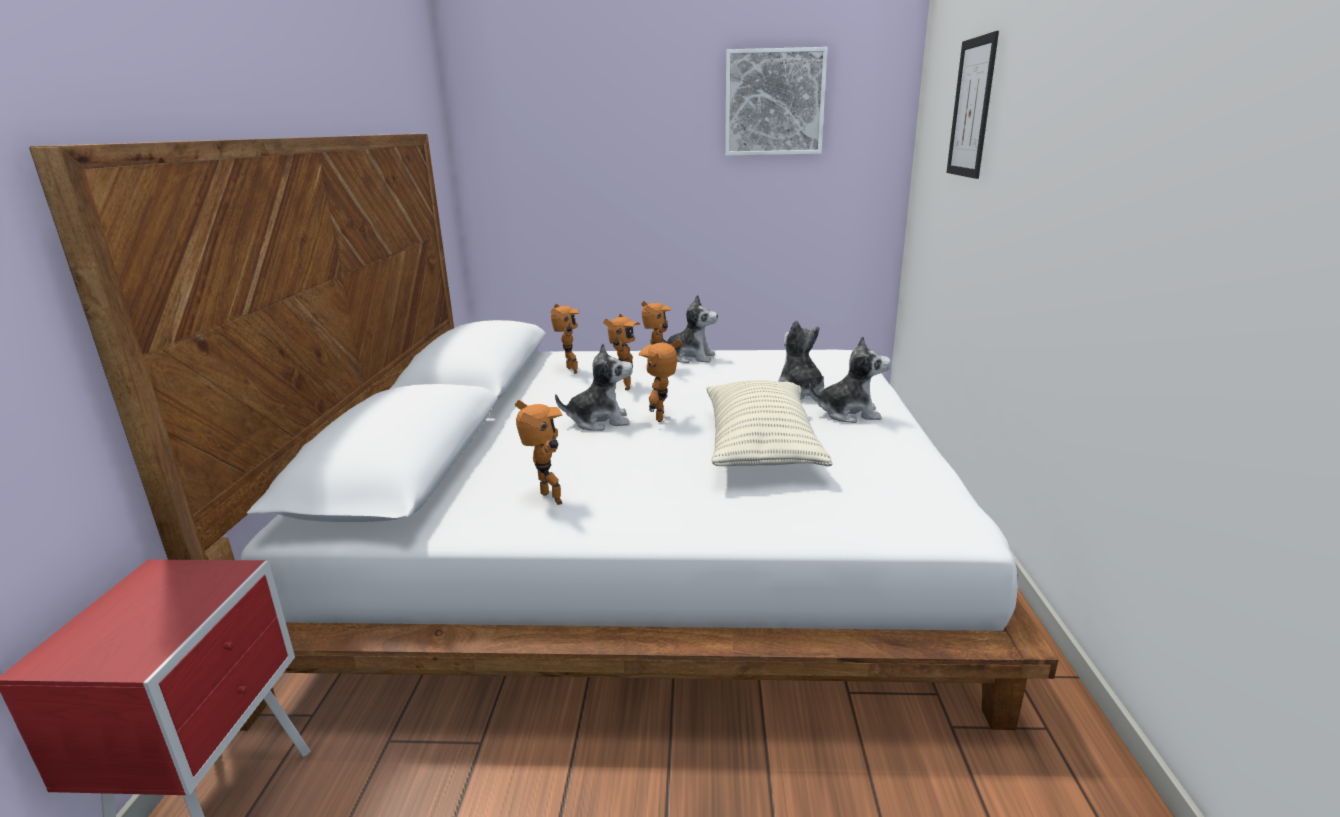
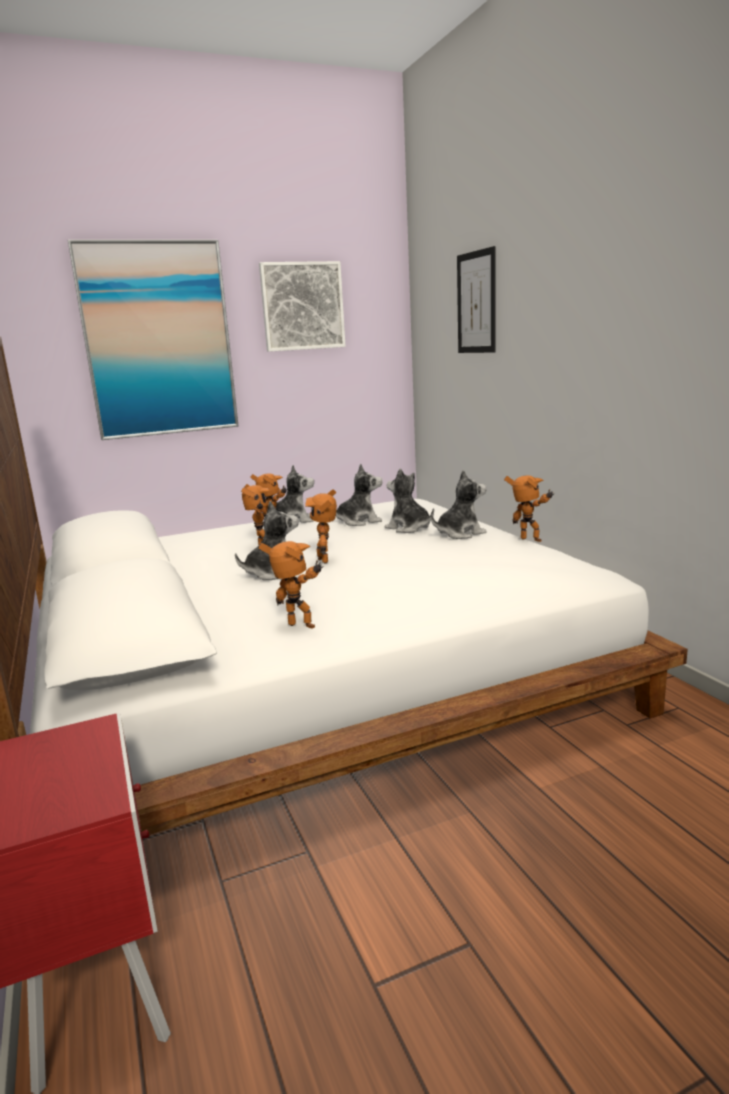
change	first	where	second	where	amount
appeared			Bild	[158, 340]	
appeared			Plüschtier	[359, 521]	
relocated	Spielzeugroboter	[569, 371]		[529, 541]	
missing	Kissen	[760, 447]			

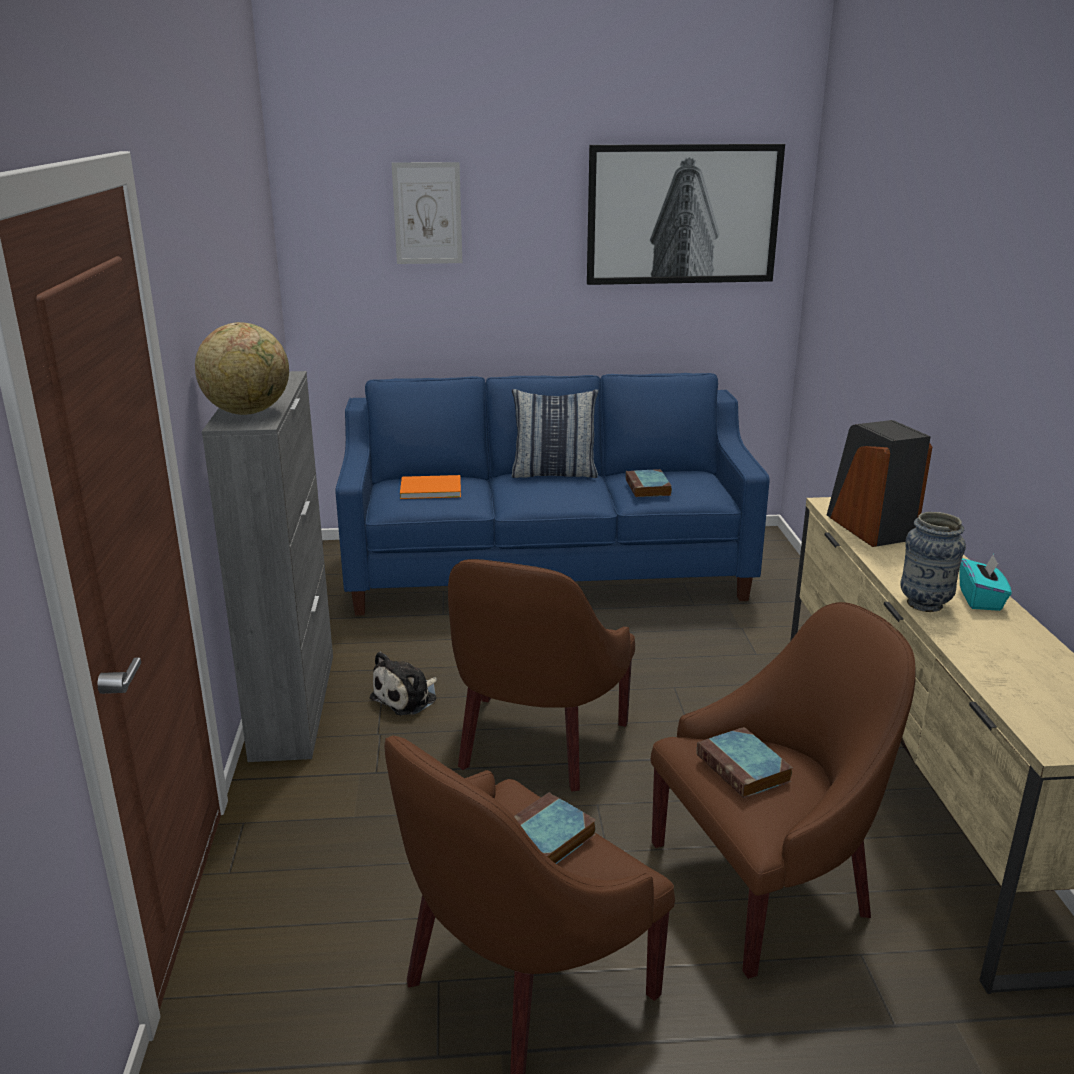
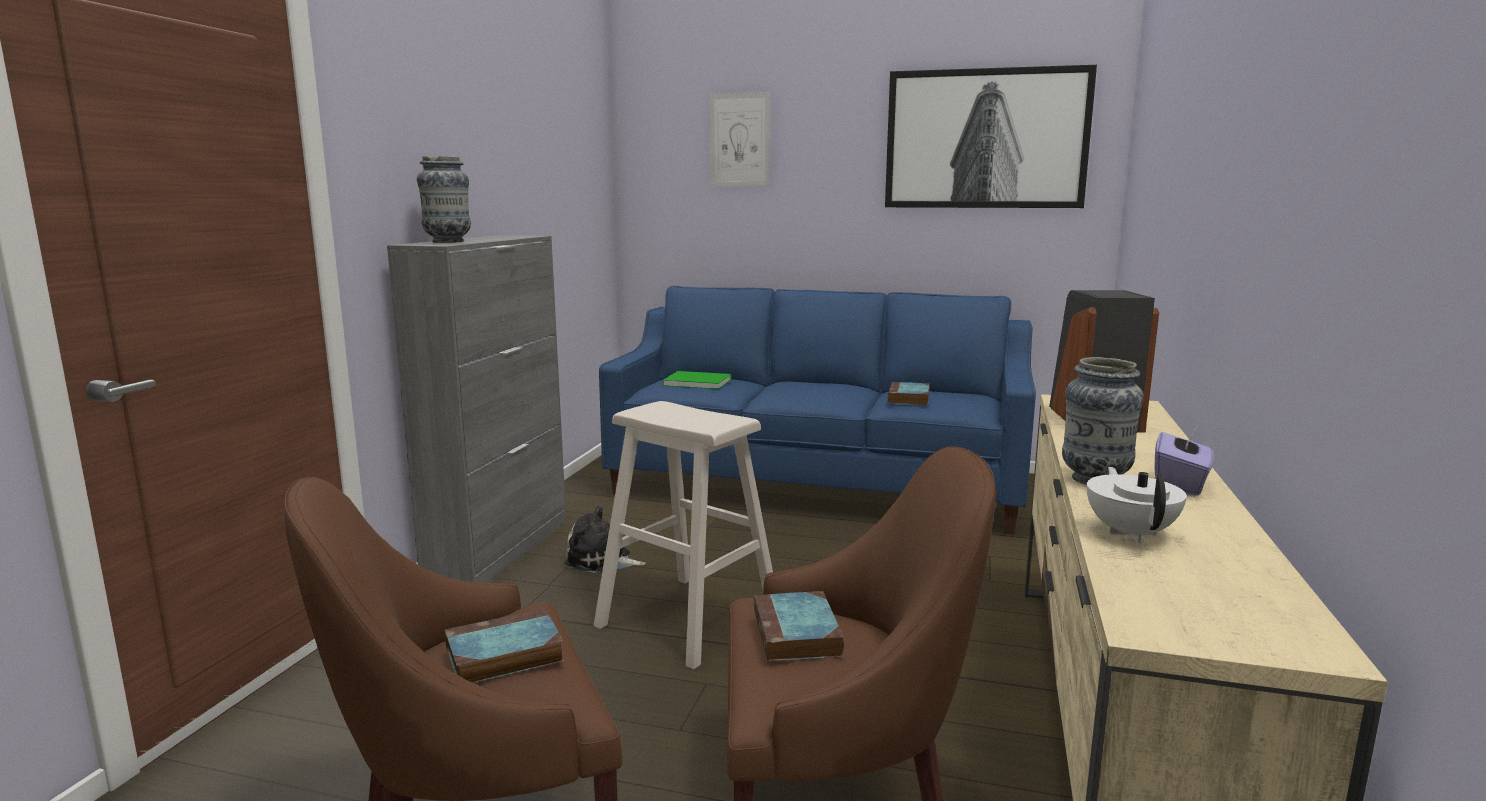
change	first	where	second	where	amount
exchanged	Globus	[248, 412]	Vase	[448, 242]	
spun	Plüschtier	[407, 697]		[601, 561]	45 degrees clockwise
exchanged	Sessel/braun	[535, 744]	Hocker/beige	[688, 619]	
colour	Buch/orange	[429, 489]	Buch/grün	[696, 382]	
appeared			Teekanne/weiß	[1131, 533]	
colour	Taschentuchbox/türkis	[981, 599]	Taschentuchbox/lila	[1180, 484]	
missing	Kissen	[554, 473]			

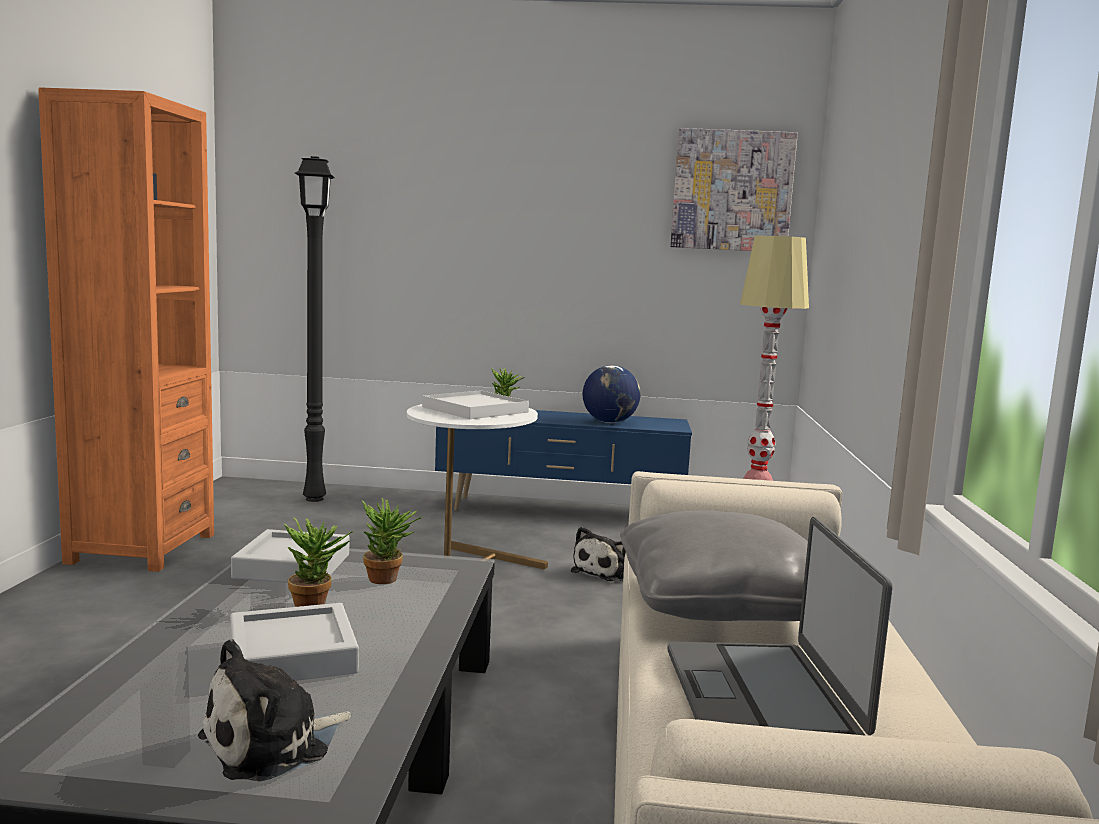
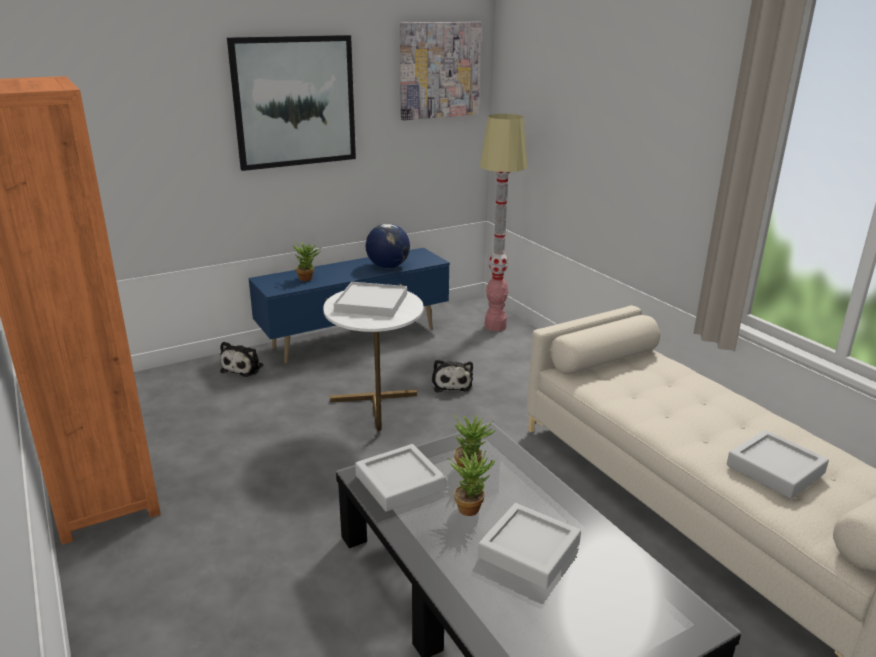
change	first	where	second	where	amount
relocated	Plüschtier	[272, 744]		[244, 368]	
appeared			Bild	[294, 102]	
exchanged	Laptop	[762, 697]	Tablett/grau	[775, 469]	
missing	Stehlampe/schwarz	[312, 499]			
missing	Kissen/grau	[721, 604]			

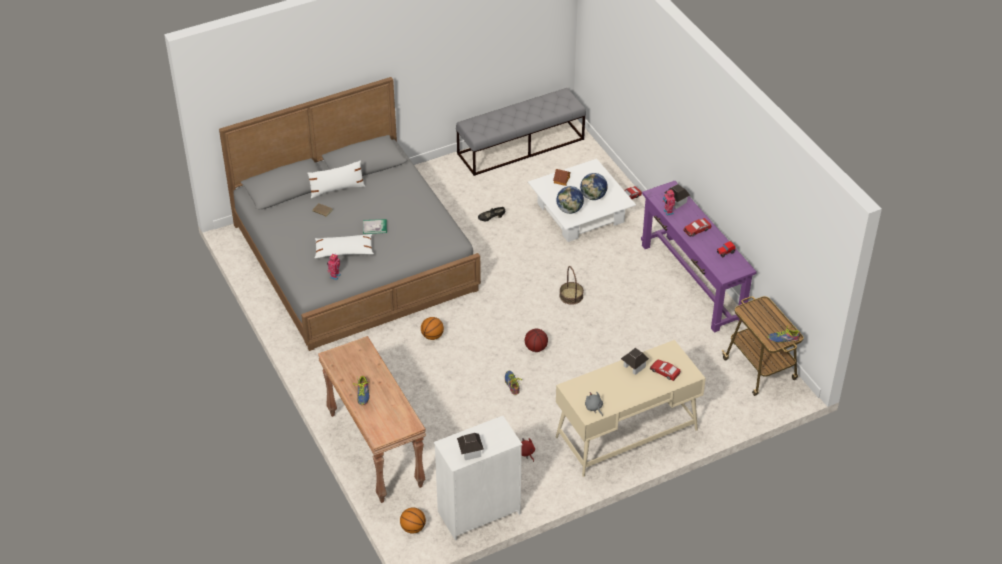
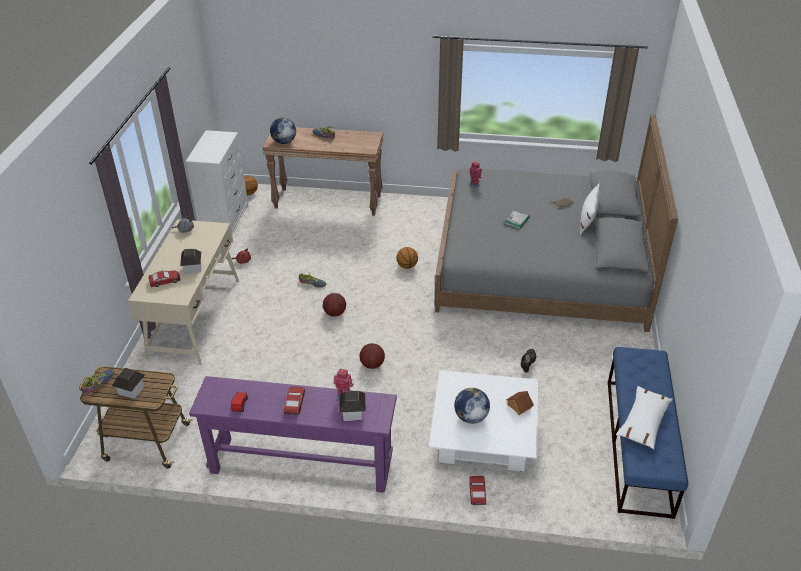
change	first	where	second	where	amount
relocated	Spielzeughaus	[470, 452]		[131, 390]	
relocated	Globus	[569, 210]		[284, 142]	
exchanged	Korb	[571, 296]	Basketball	[372, 365]	
colour	Bank/grau	[521, 146]	Bank/blau	[638, 445]	
relocated	Kissen/weiß	[344, 251]		[643, 422]	

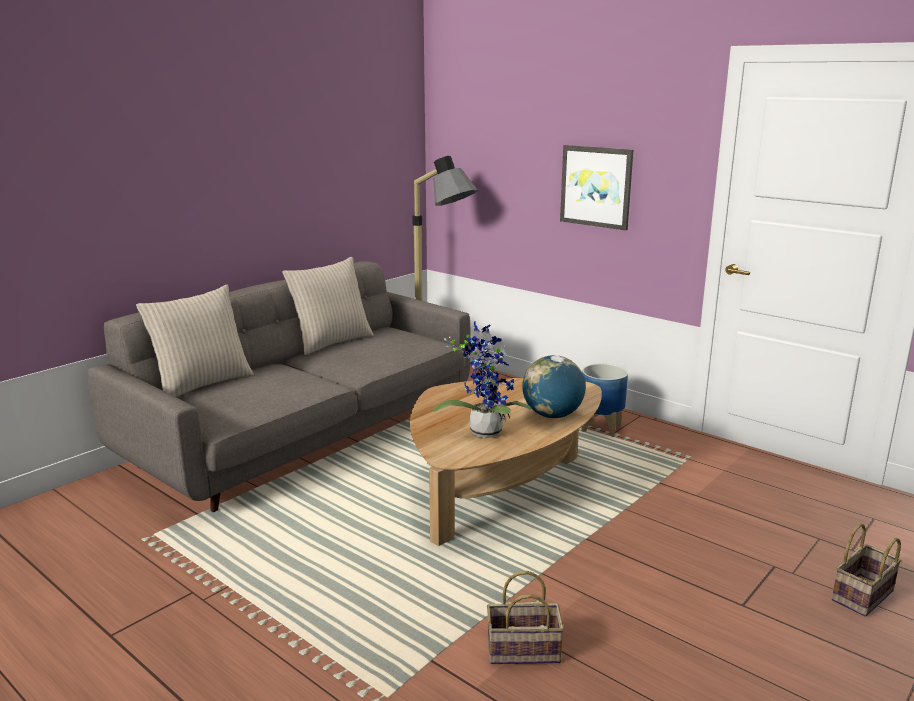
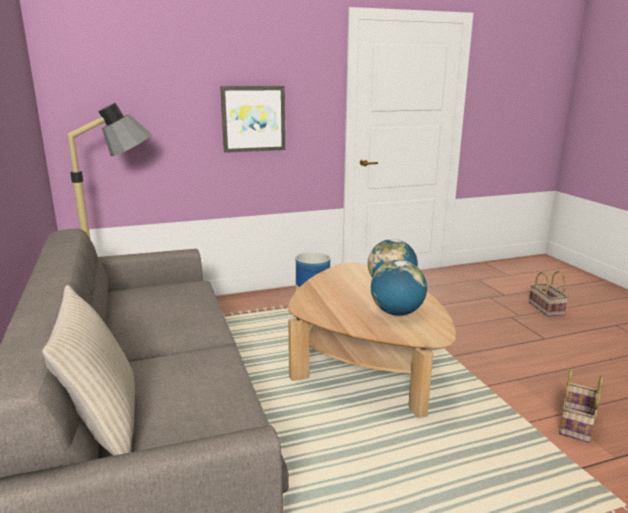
change	first	where	second	where	amount
exchanged	Topfpflanze	[484, 430]	Globus	[396, 312]	
missing	Kissen/beige	[331, 342]			

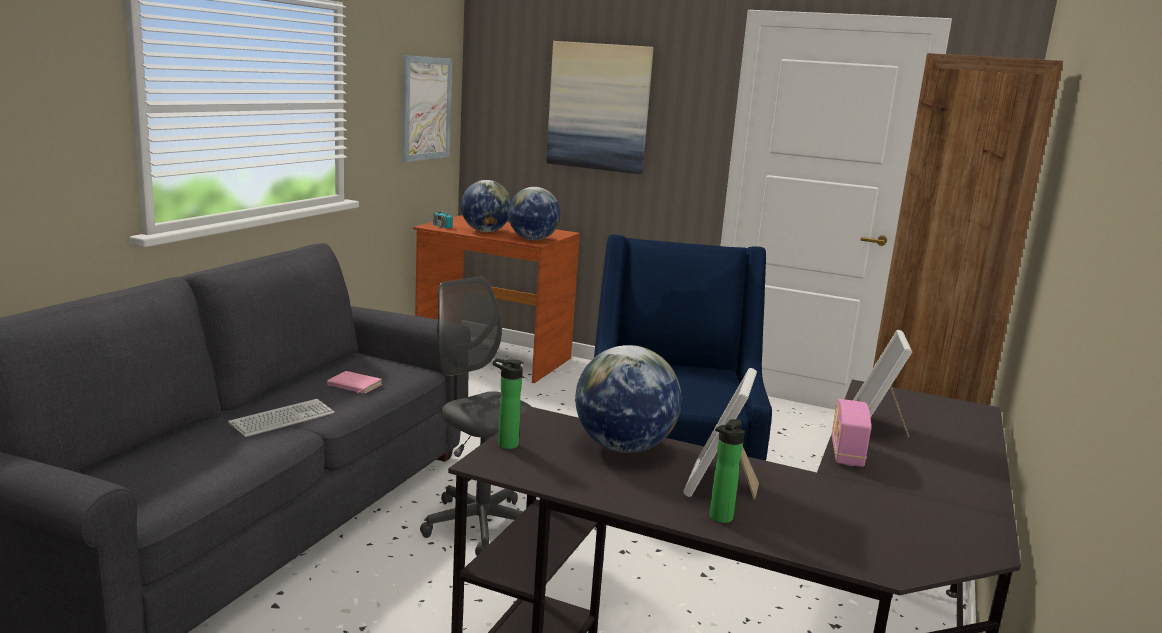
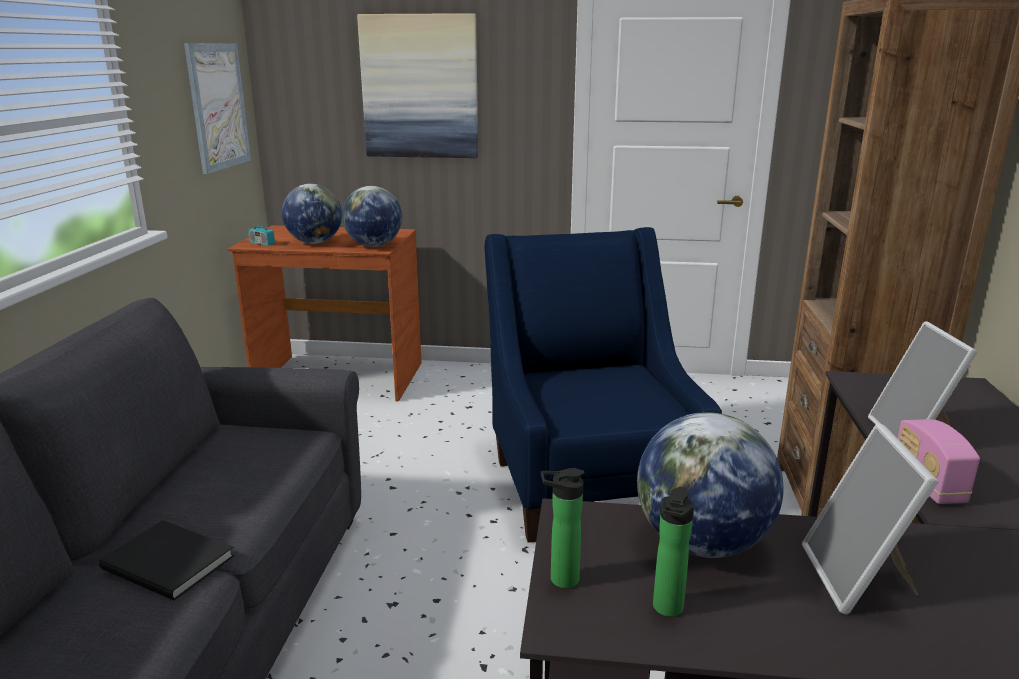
change	first	where	second	where	amount
exchanged	Tastatur	[282, 419]	Buch/schwarz	[169, 560]	
relocated	Flasche	[719, 519]		[666, 610]	
missing	Buch/rosa	[353, 386]			
missing	Bürostuhl/grau	[479, 525]			

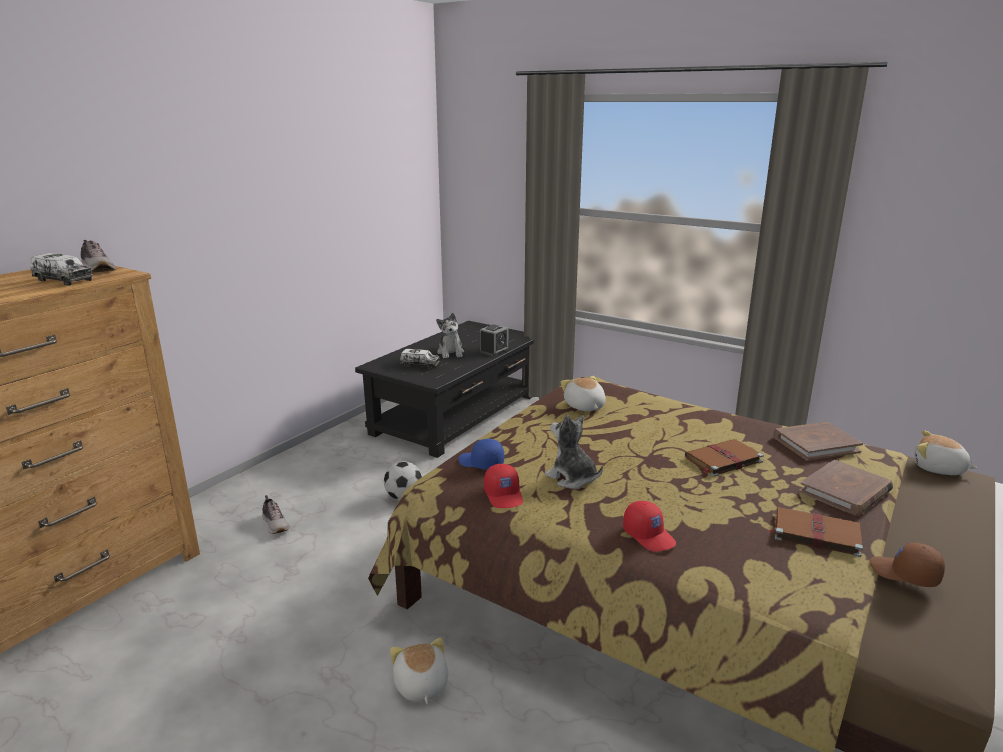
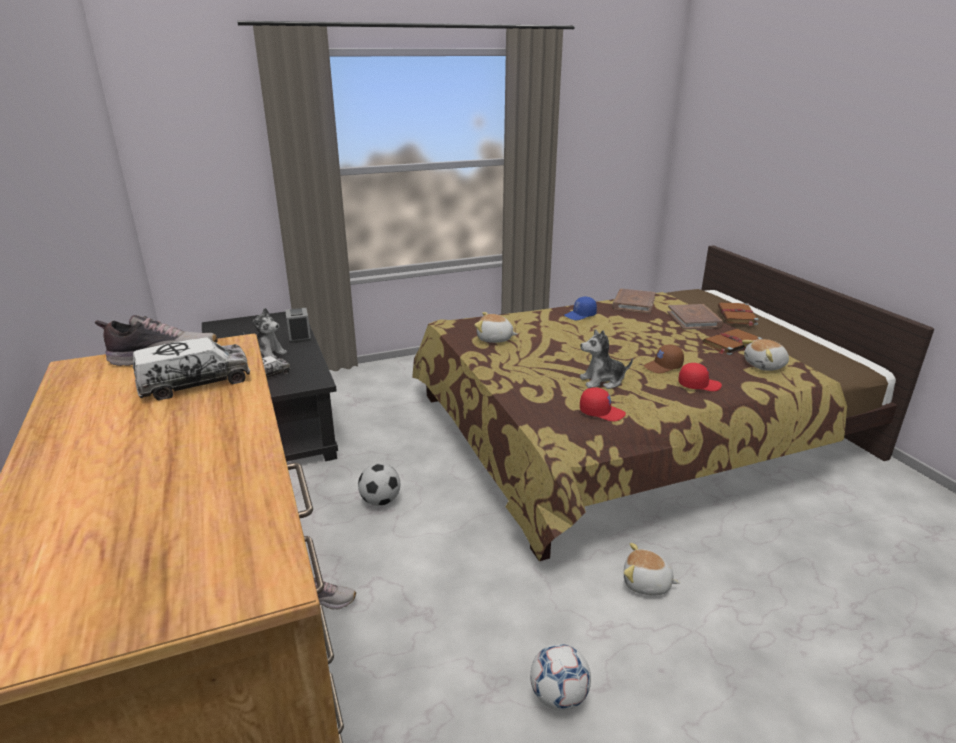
change	first	where	second	where	amount
appeared			Fußball	[558, 696]	
relocated	Kappe/blau	[481, 463]		[580, 315]	
relocated	Kappe/braun	[904, 574]		[663, 367]	
relocated	Buch/braun	[722, 460]		[737, 316]	
relocated	Plüschtier	[938, 469]		[765, 366]	

